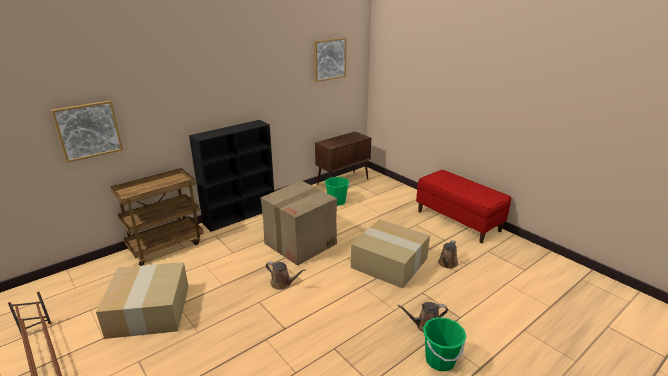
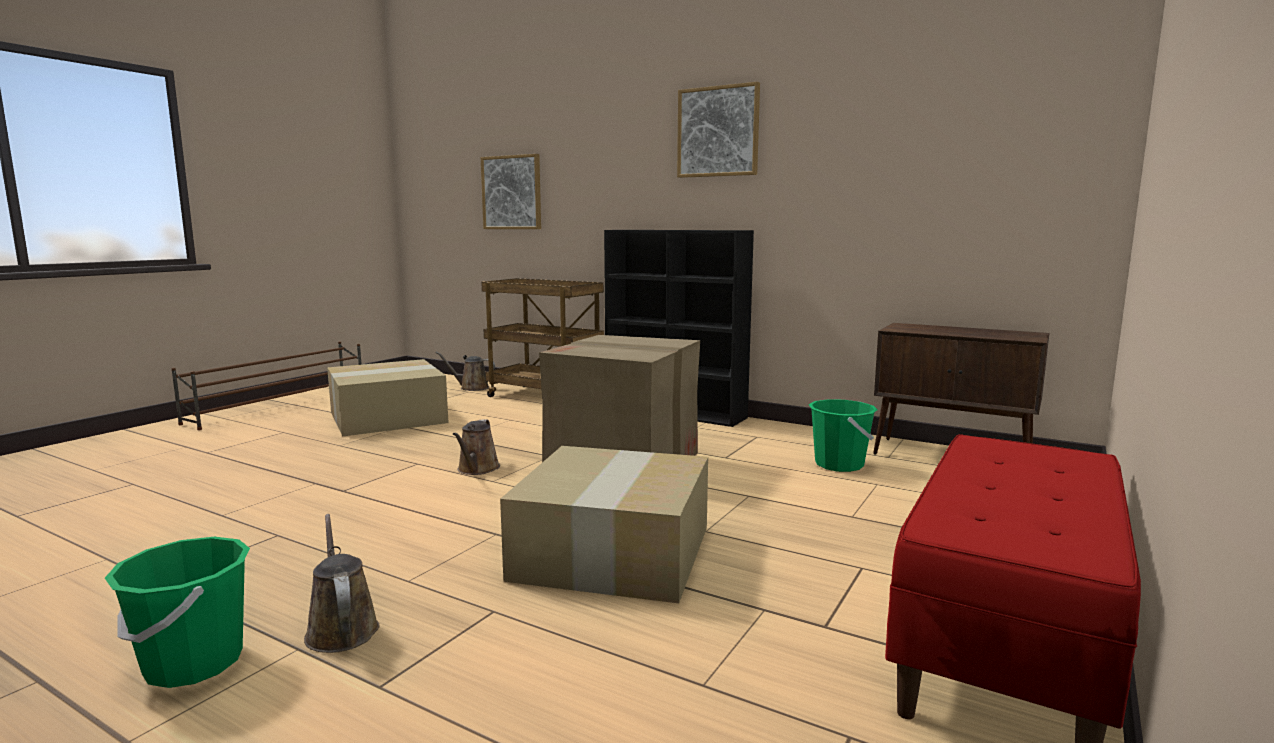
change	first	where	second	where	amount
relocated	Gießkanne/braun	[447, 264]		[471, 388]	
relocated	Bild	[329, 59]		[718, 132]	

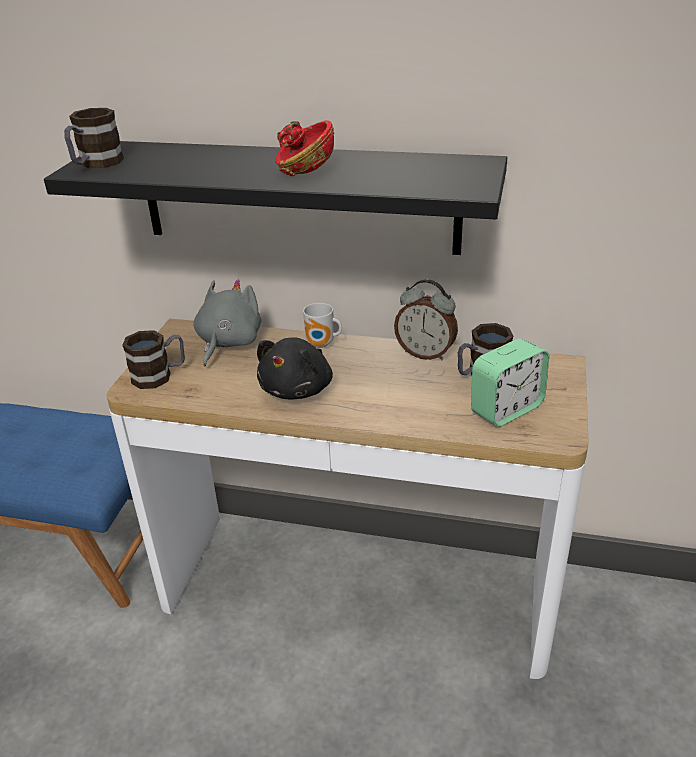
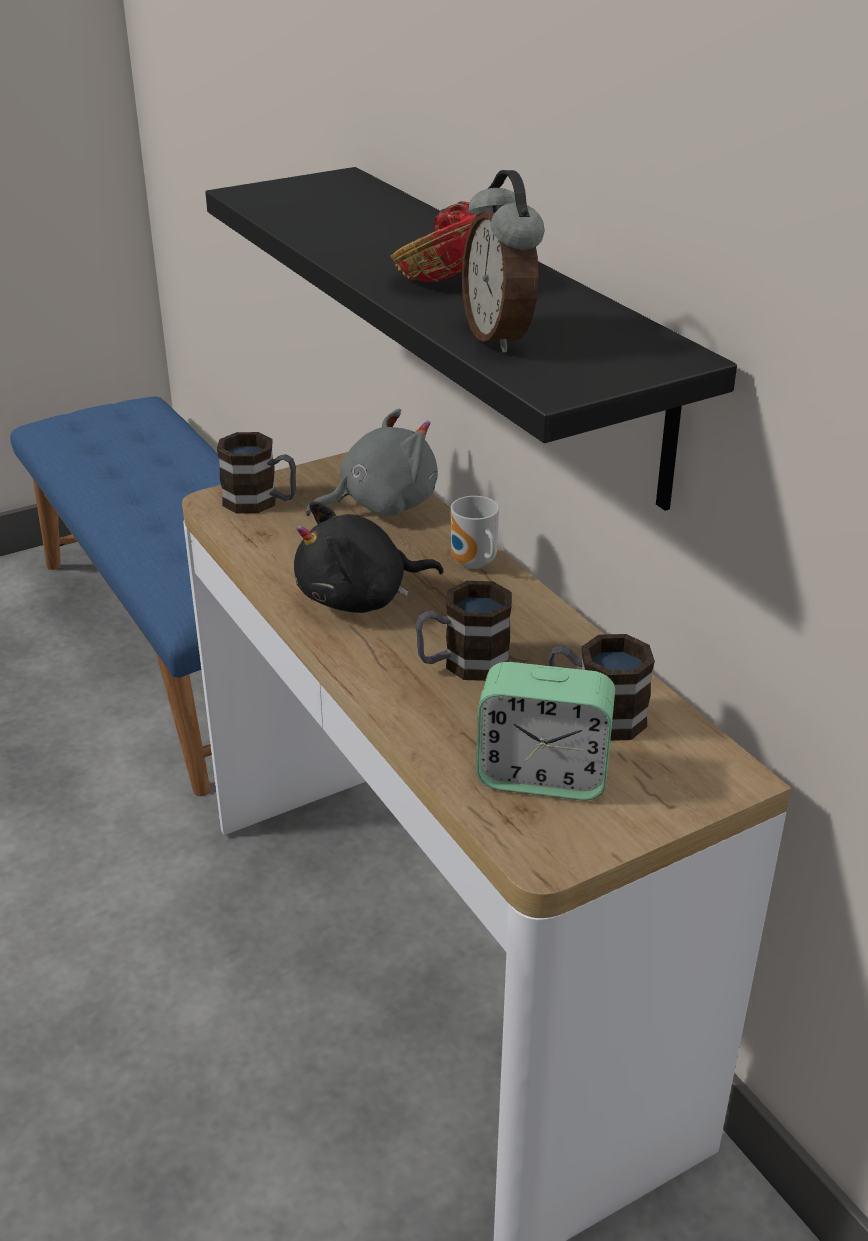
change	first	where	second	where	amount
relocated	Henkelbecher	[96, 164]		[463, 664]	
relocated	Wecker	[425, 353]		[501, 337]	

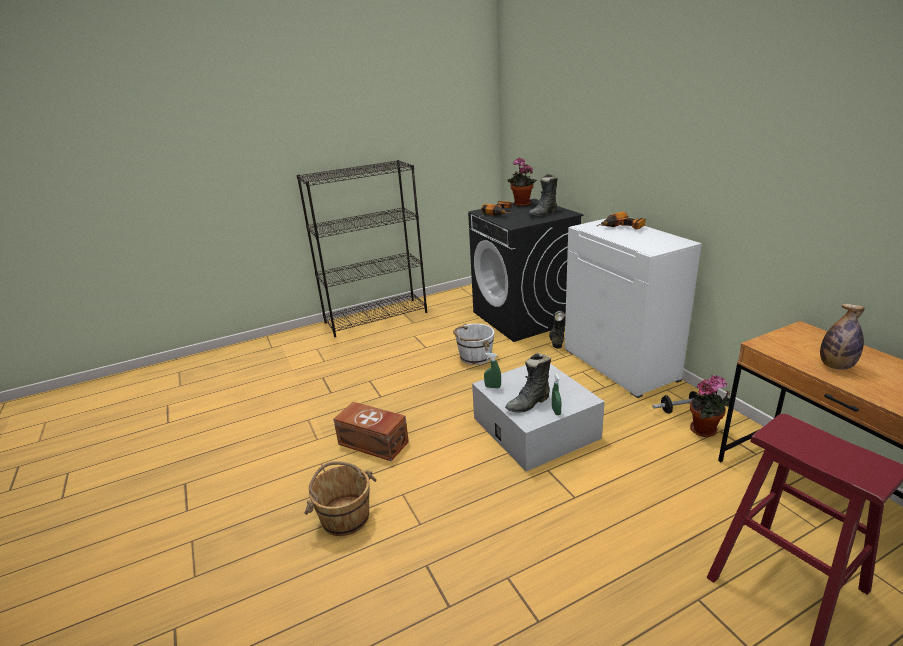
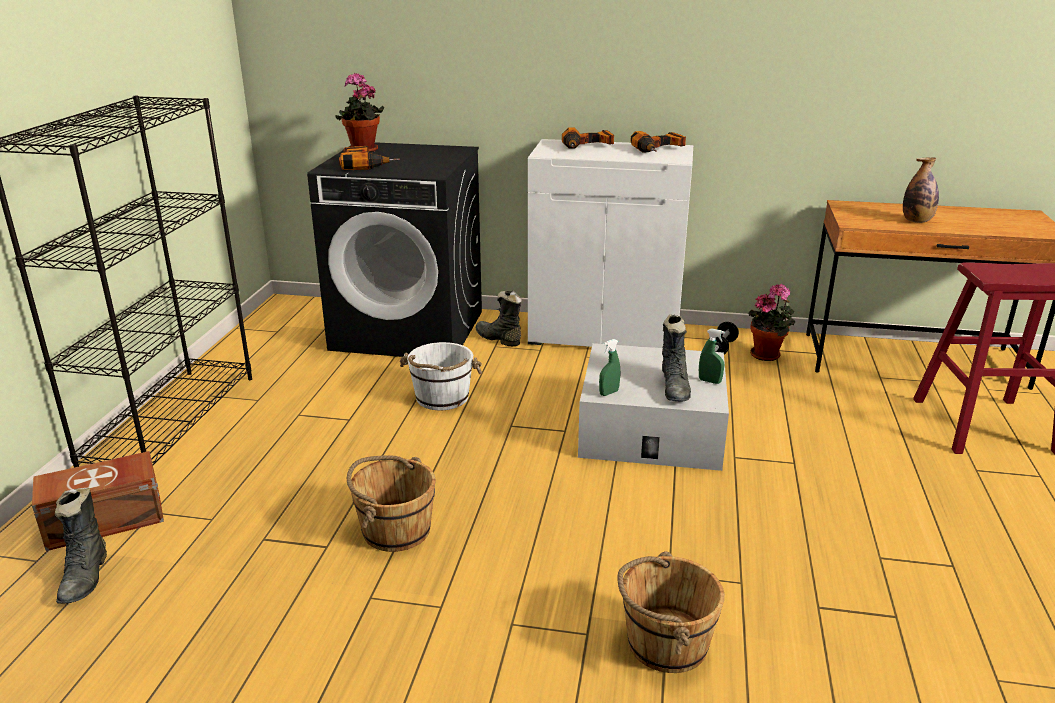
change	first	where	second	where	amount
relocated	Aufbewahrungsbox/braun	[373, 444]		[107, 521]	
relocated	Stiefel/schwarz	[543, 213]		[86, 577]	
appeared			Eimer/braun	[395, 530]	
appeared			Bohrmaschine	[659, 150]	

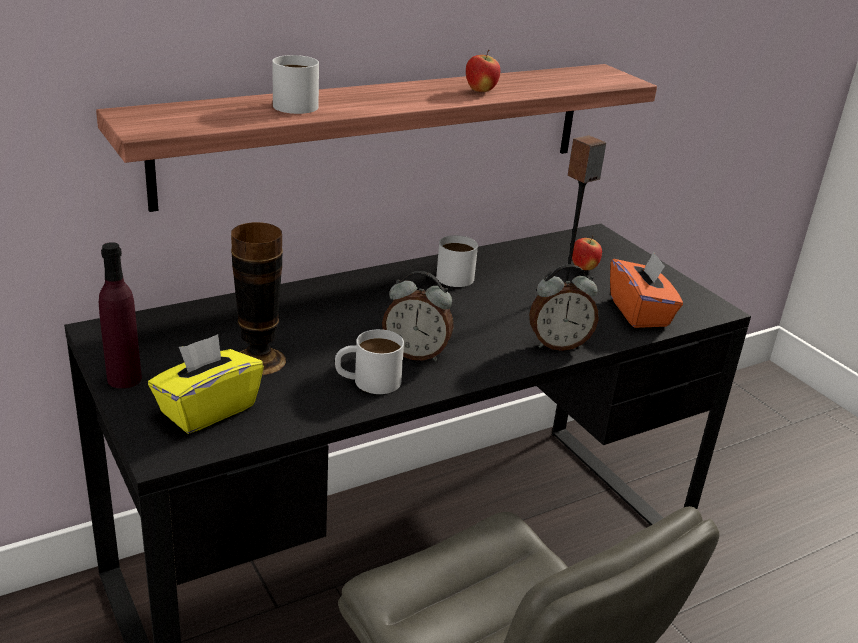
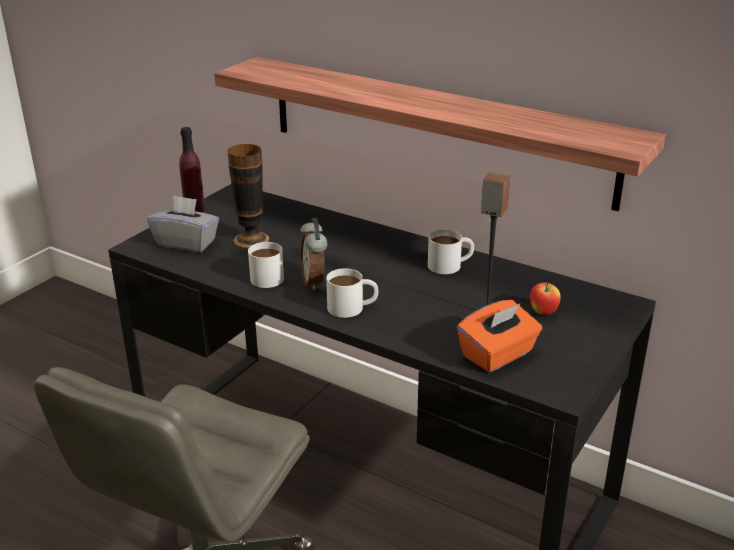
change	first	where	second	where	amount
colour	Taschentuchbox/gelb	[207, 409]	Taschentuchbox/grau	[186, 243]	
relocated	Henkelbecher/weiß	[300, 104]		[352, 307]	
missing	Apfel	[480, 91]			
missing	Wecker	[558, 344]			

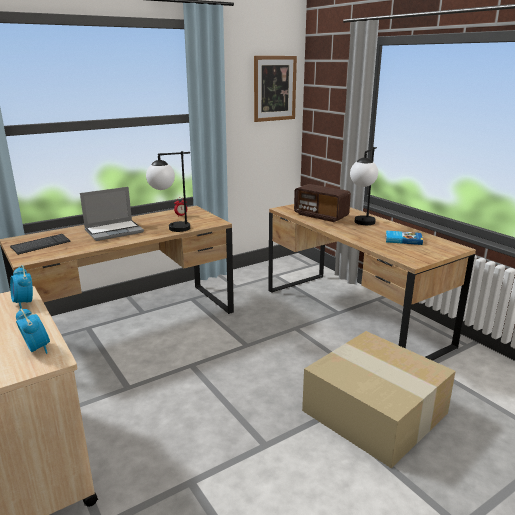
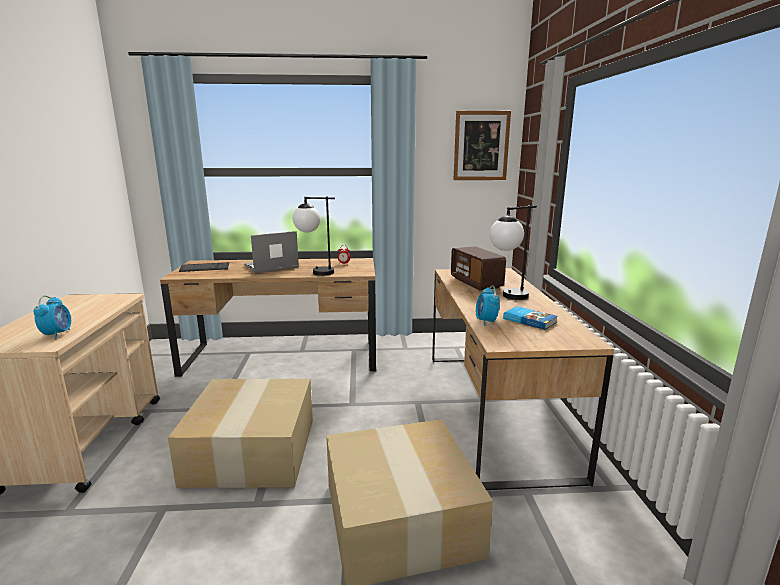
change	first	where	second	where	amount
appeared			Karton	[250, 449]	
spun	Laptop	[114, 231]		[271, 267]	150 degrees clockwise
relocated	Wecker	[24, 303]		[486, 322]	

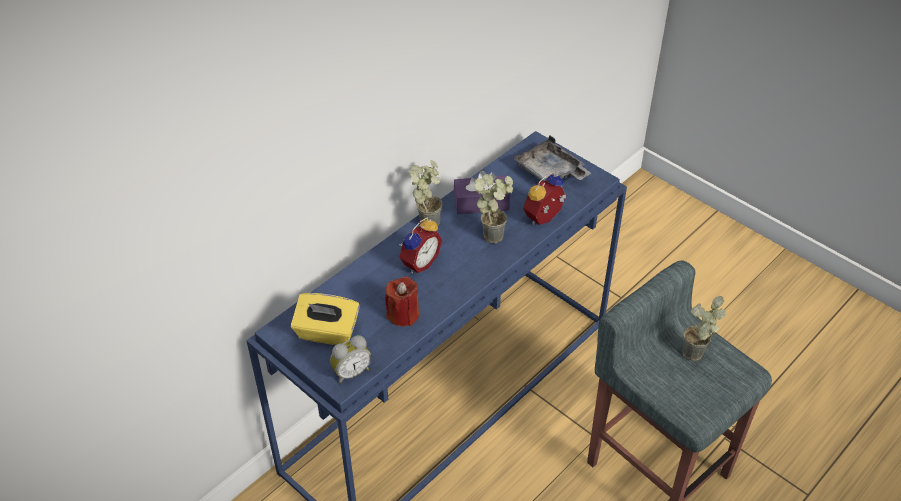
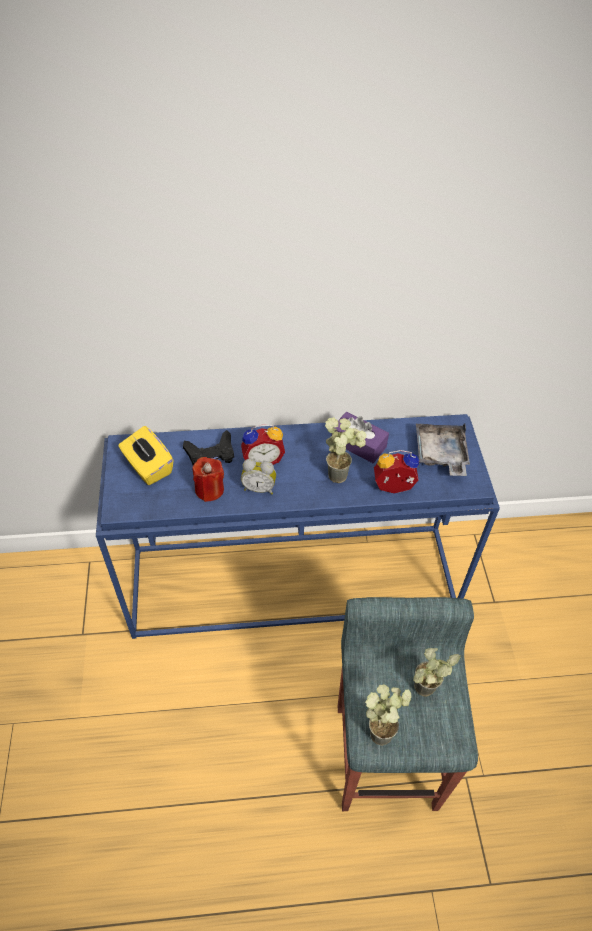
change	first	where	second	where	amount
appeared			Gamepad/schwarz	[211, 454]	
relocated	Wecker	[351, 372]		[259, 488]	
relocated	Topfpflanze	[428, 219]		[382, 728]	

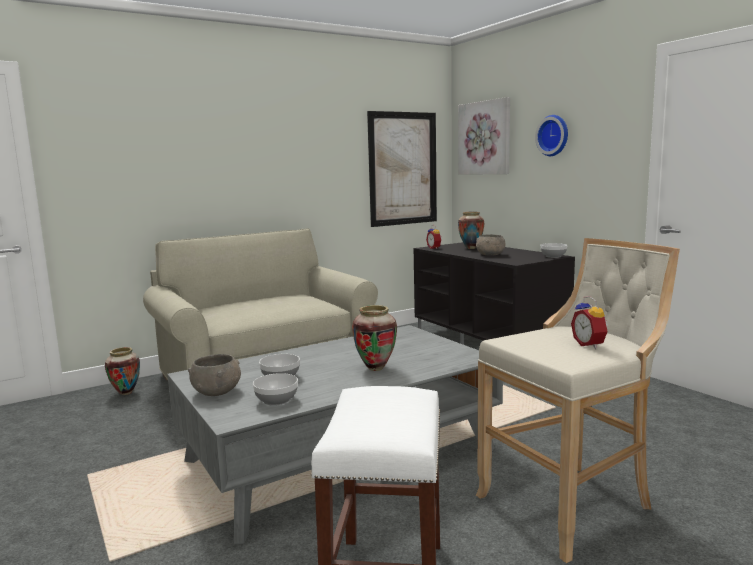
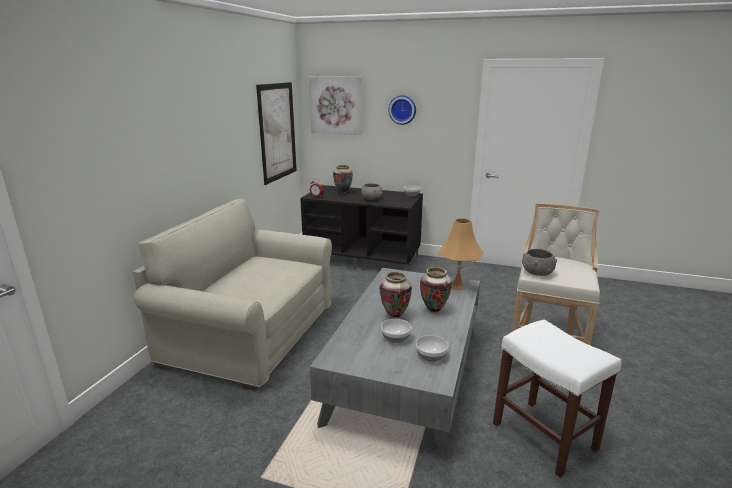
change	first	where	second	where	amount
relocated	Vase	[126, 393]		[395, 315]	
appeared			Tischlampe/orange	[457, 286]	
relocated	Schüssel/grau	[217, 391]		[537, 272]	
missing	Wecker	[590, 345]			

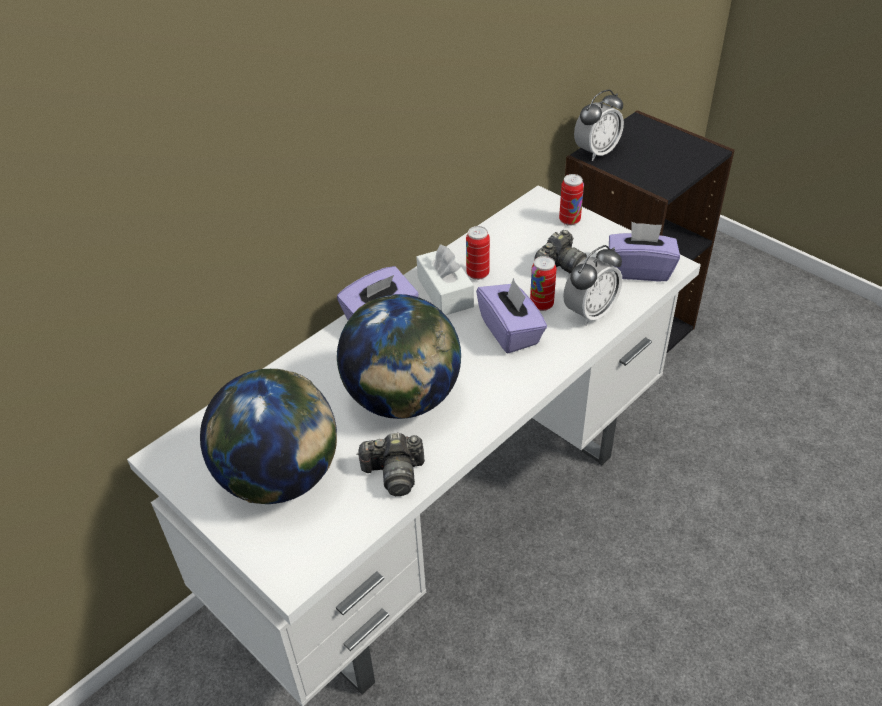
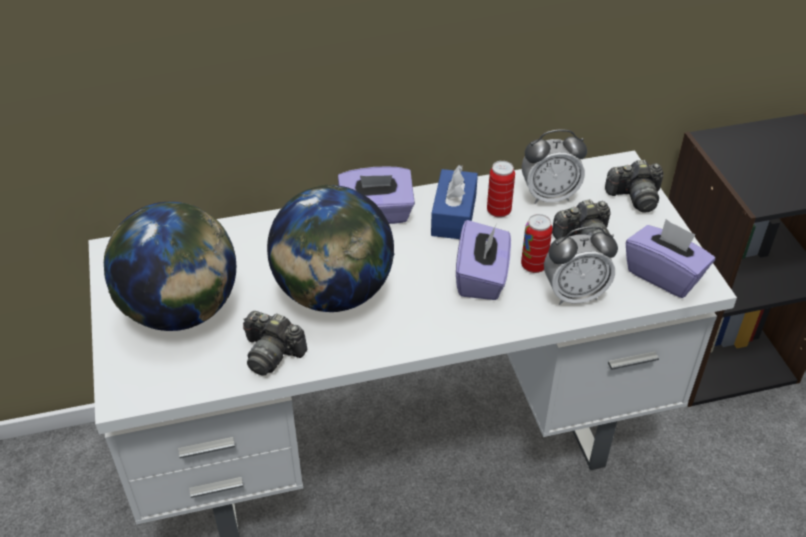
change	first	where	second	where	amount
colour	Taschentuchbox/weiß	[445, 292]	Taschentuchbox/blau	[454, 215]	
relocated	Wecker	[596, 152]		[549, 196]	
exchanged	Dose	[569, 220]	Kamera	[635, 197]	

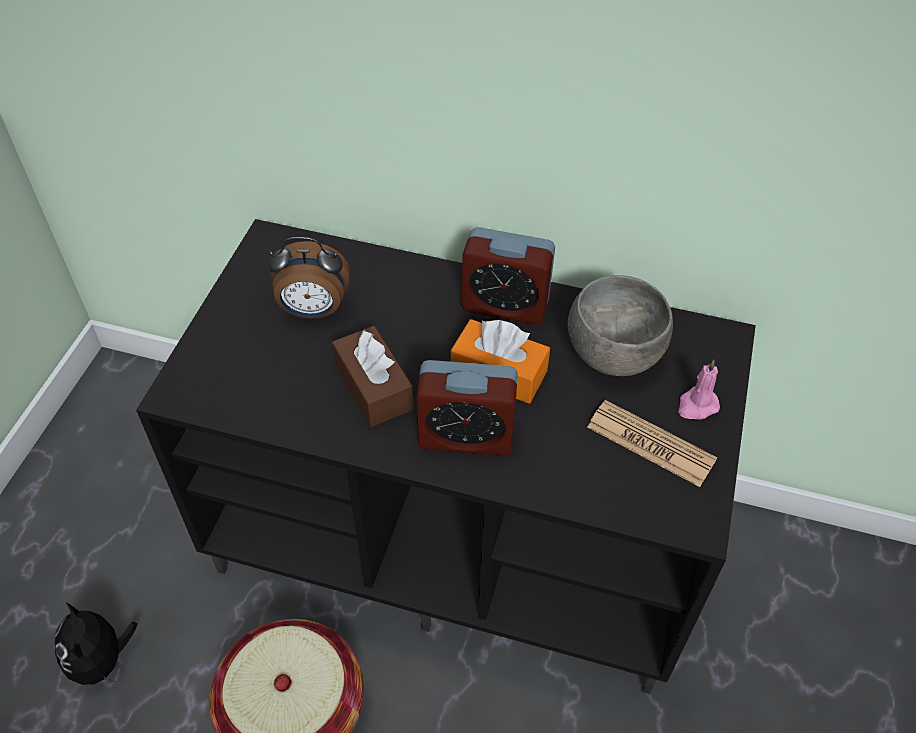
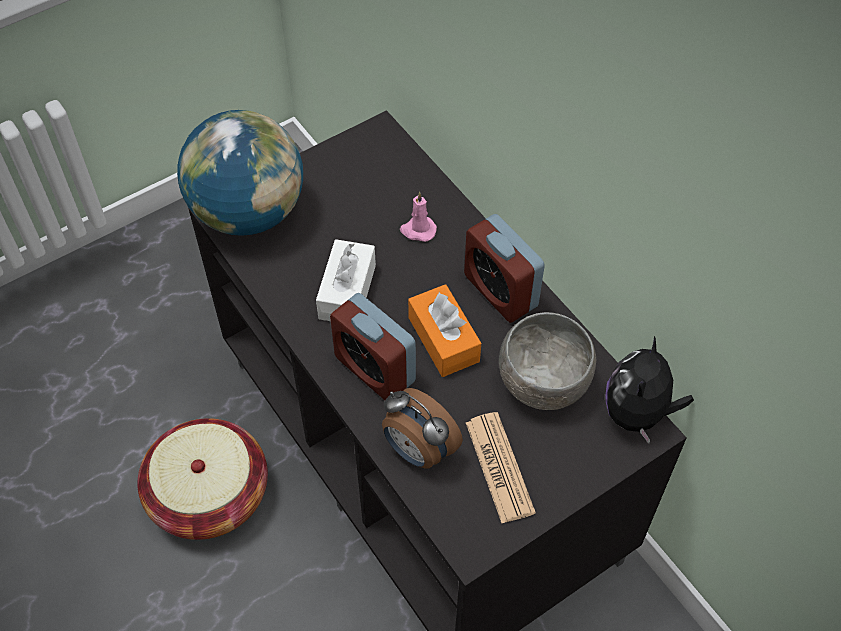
change	first	where	second	where	amount
appeared			Globus	[248, 212]	
colour	Taschentuchbox/braun	[373, 387]	Taschentuchbox/weiß	[347, 292]	
relocated	Wecker	[313, 311]		[418, 450]	
relocated	Kerze/rosa	[697, 406]		[417, 230]	
relocated	Plüschtier	[102, 661]		[638, 413]	

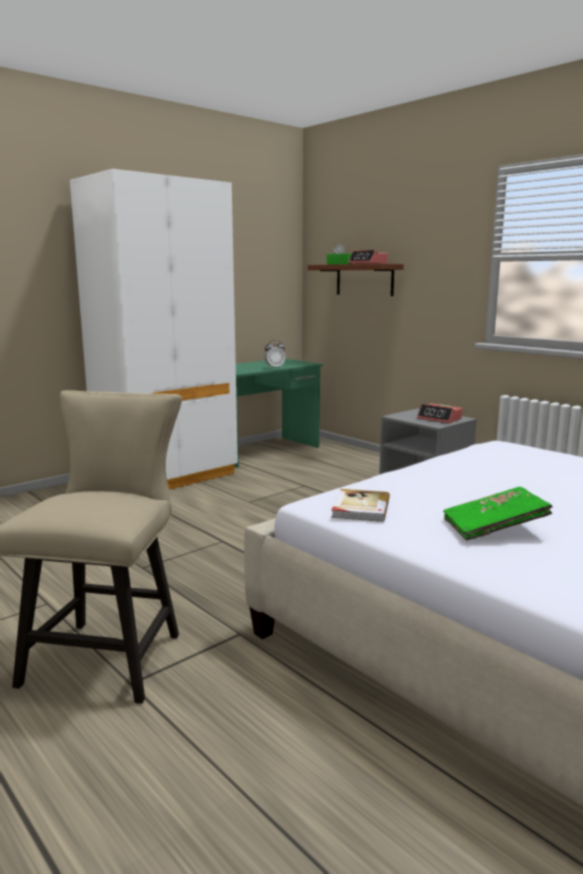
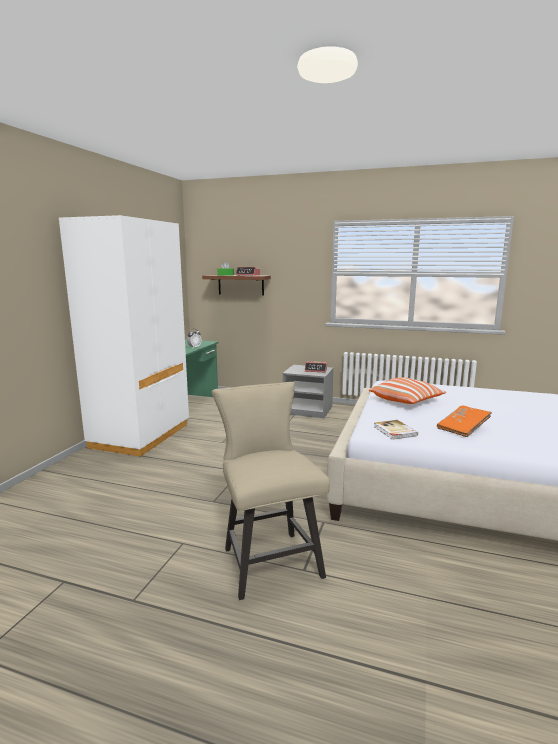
change	first	where	second	where	amount
appeared			Kissen	[406, 401]	
colour	Buch/grün	[493, 528]	Buch/orange	[463, 428]	

